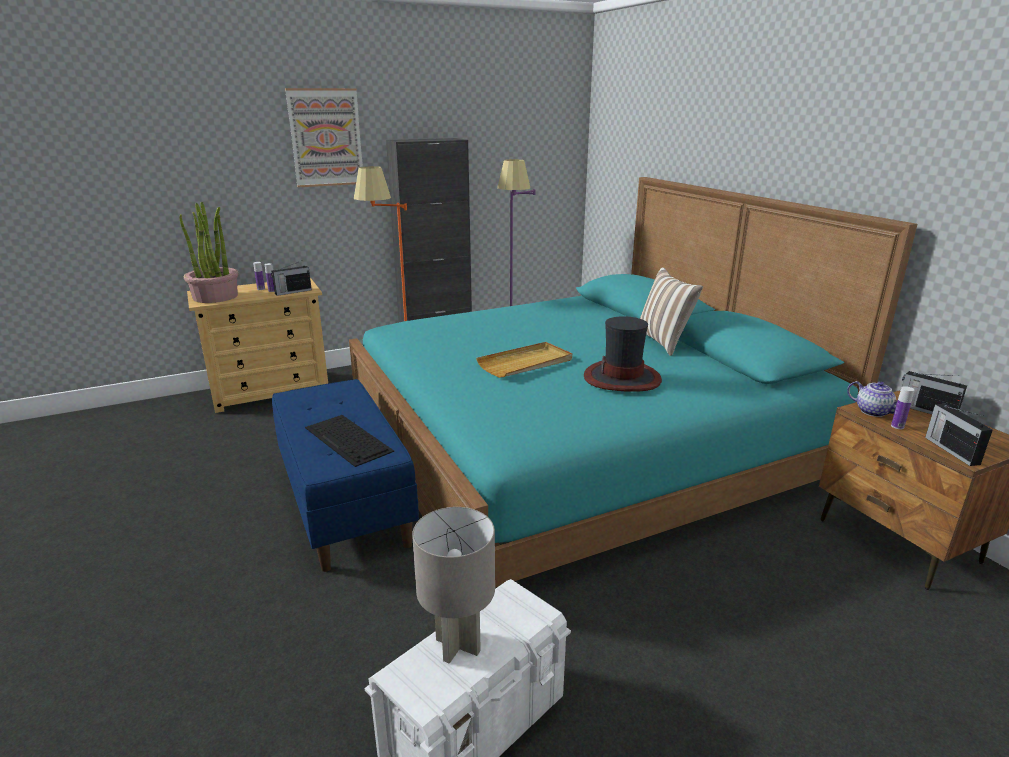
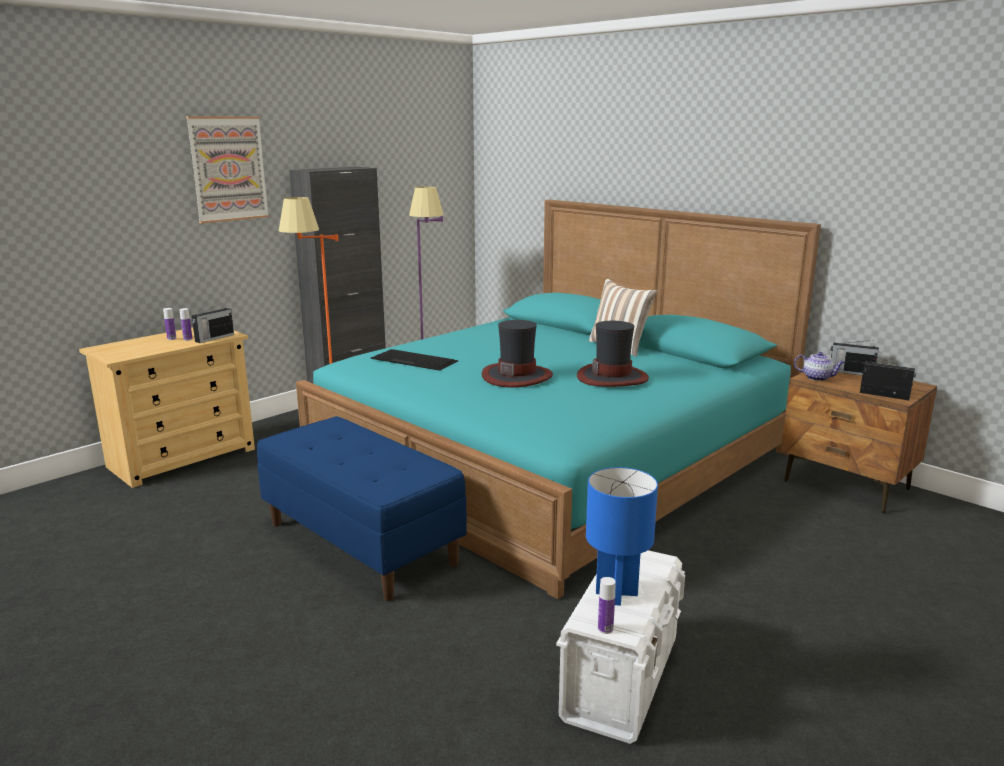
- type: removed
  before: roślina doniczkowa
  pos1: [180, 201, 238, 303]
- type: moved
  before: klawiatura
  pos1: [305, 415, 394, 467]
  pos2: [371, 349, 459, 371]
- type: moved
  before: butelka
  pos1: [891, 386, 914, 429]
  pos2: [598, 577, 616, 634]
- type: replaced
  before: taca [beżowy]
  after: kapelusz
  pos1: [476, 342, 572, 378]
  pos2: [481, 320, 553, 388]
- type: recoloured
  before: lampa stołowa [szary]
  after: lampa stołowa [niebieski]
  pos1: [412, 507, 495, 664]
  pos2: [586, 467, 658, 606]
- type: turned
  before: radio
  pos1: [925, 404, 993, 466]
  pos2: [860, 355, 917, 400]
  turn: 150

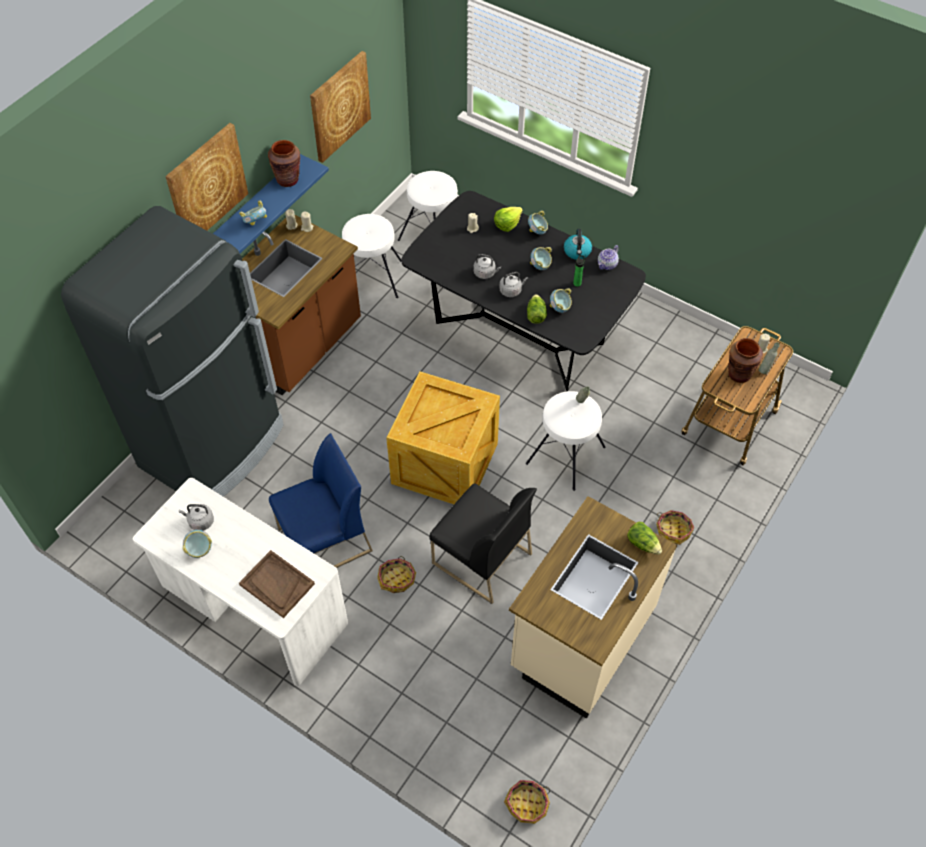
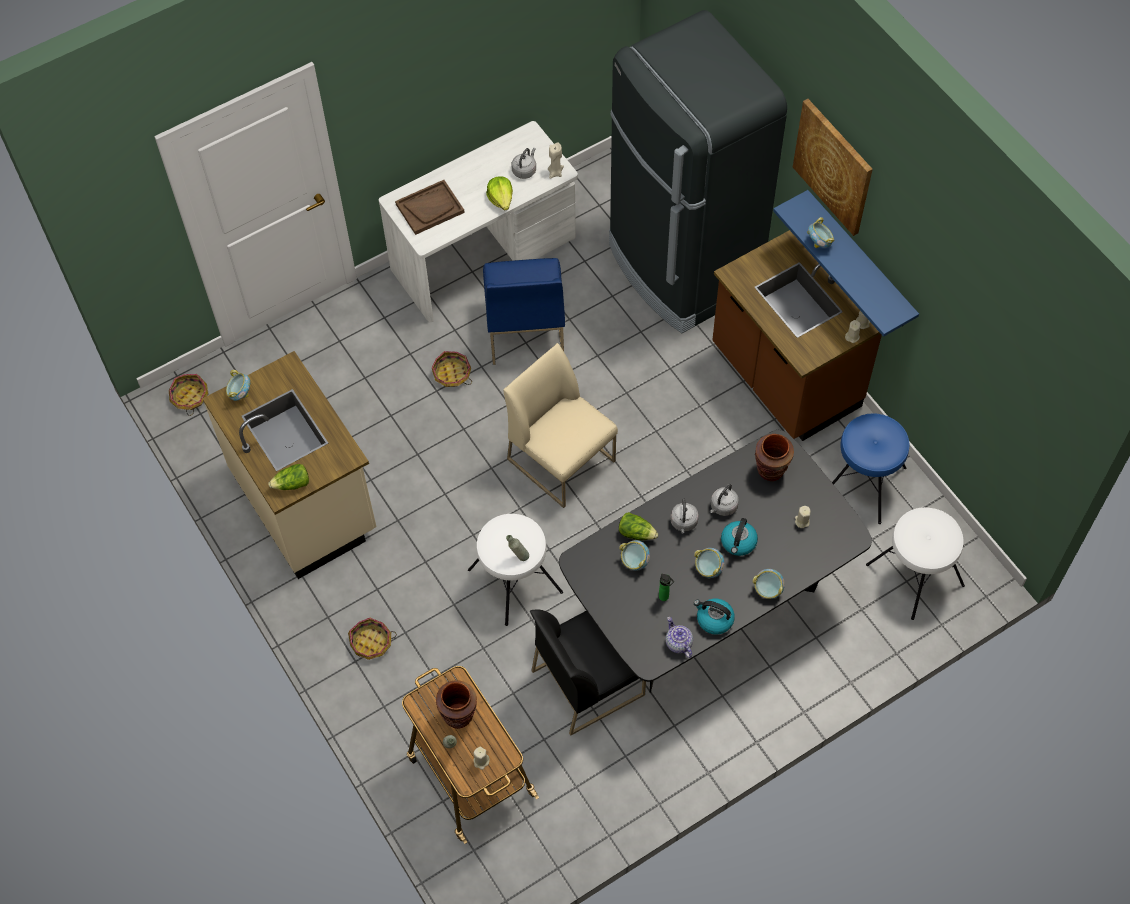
- type: removed
  before: obraz
  pos1: [310, 51, 371, 163]
- type: added
  after: świeca [beżowy]
  pos2: [548, 142, 564, 178]
- type: added
  after: czajnik
  pos2: [721, 518, 758, 556]
- type: moved
  before: miska
  pos1: [183, 530, 212, 558]
  pos2: [226, 370, 250, 401]
- type: moved
  before: wazon [brązowy]
  pos1: [268, 140, 300, 187]
  pos2: [755, 434, 794, 481]
- type: moved
  before: krzesło [czarny]
  pos1: [429, 483, 537, 604]
  pos2: [530, 610, 646, 736]
- type: moved
  before: sałata
  pos1: [494, 207, 523, 232]
  pos2: [486, 176, 513, 210]
- type: replaced
  before: skrzynka
  after: krzesło [beżowy]
  pos1: [386, 372, 500, 504]
  pos2: [503, 343, 618, 508]
- type: recoloured
  before: stołek [biały]
  after: stołek [niebieski]
  pos1: [342, 214, 402, 298]
  pos2: [832, 413, 909, 524]

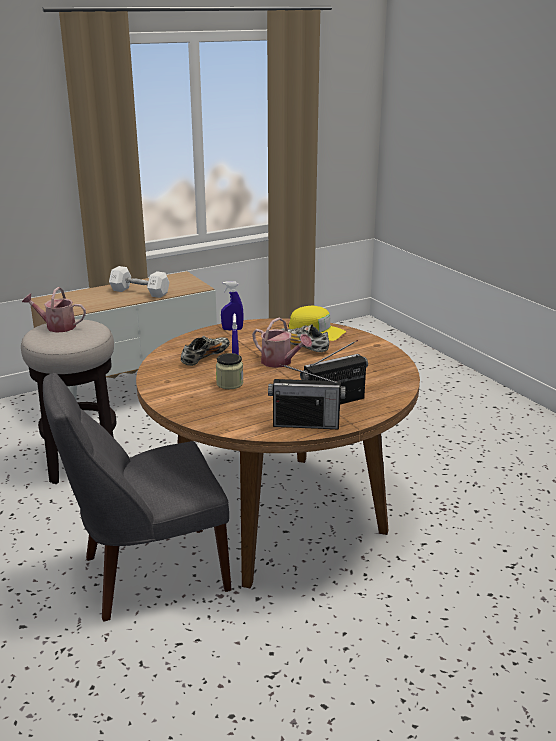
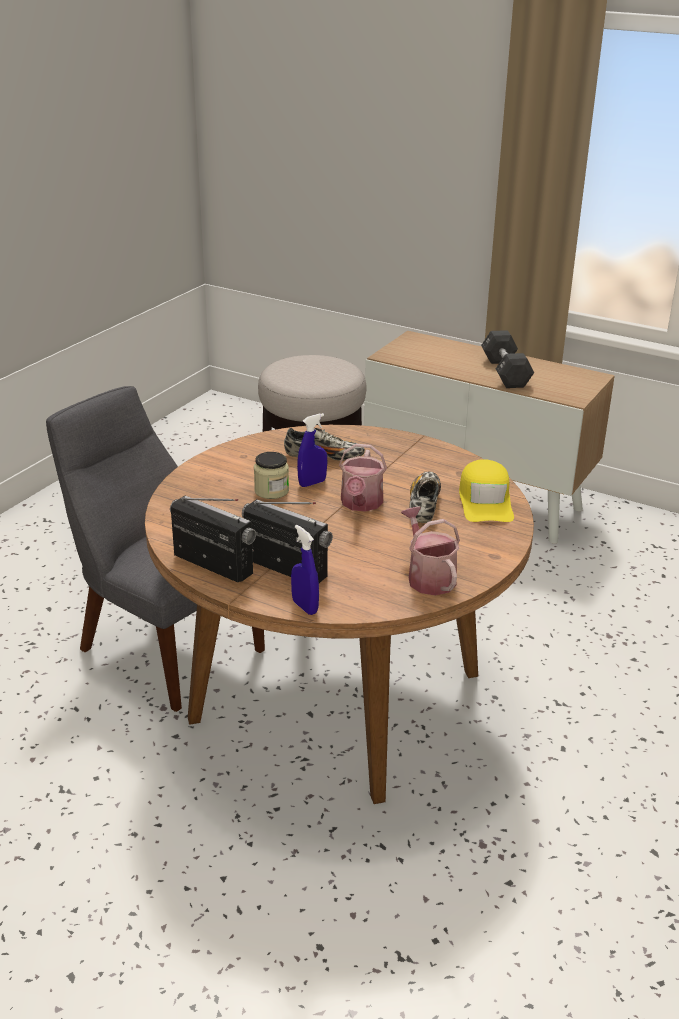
- type: moved
  before: konewka
  pos1: [22, 287, 86, 333]
  pos2: [401, 507, 460, 596]
- type: moved
  before: spryskiwacz [niebieski]
  pos1: [221, 281, 244, 330]
  pos2: [291, 525, 319, 615]
- type: recoloured
  before: hantel [biały]
  after: hantel [czarny]
  pos1: [109, 266, 169, 298]
  pos2: [481, 330, 534, 388]
- type: turned
  before: radio
  pos1: [268, 364, 346, 429]
  pos2: [170, 495, 256, 582]
  turn: 150

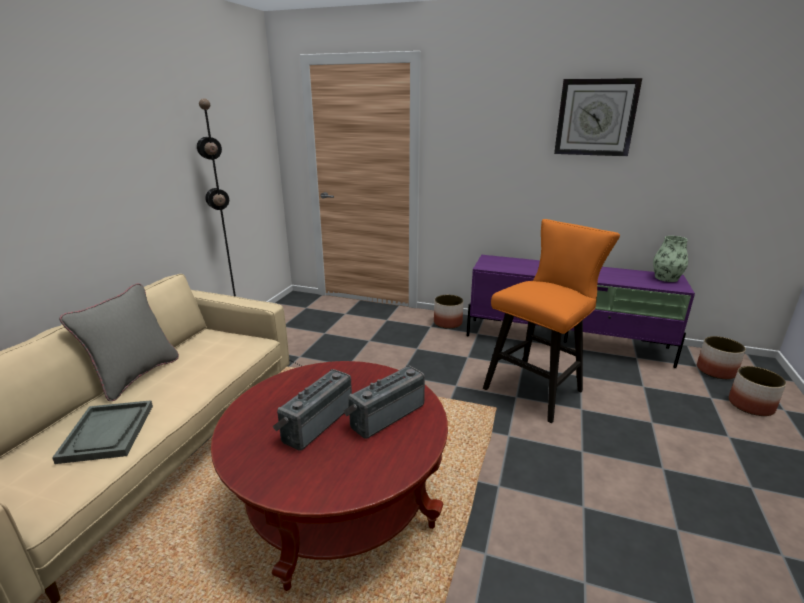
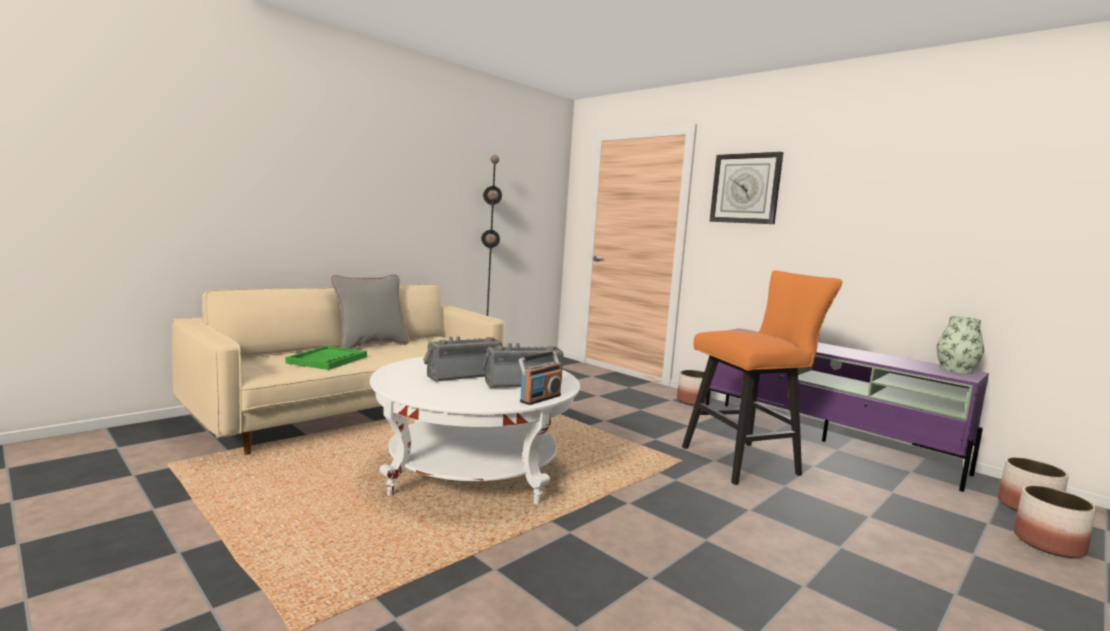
- type: added
  after: radio
  pos2: [519, 351, 562, 405]
- type: moved
  before: zegar ścienny
  pos1: [554, 78, 642, 156]
  pos2: [710, 152, 783, 224]
- type: recoloured
  before: taca [szary]
  after: taca [zielony]
  pos1: [52, 400, 153, 464]
  pos2: [286, 346, 367, 370]
- type: recoloured
  before: ława [czerwony]
  after: ława [biały]
  pos1: [211, 361, 448, 591]
  pos2: [370, 357, 580, 504]

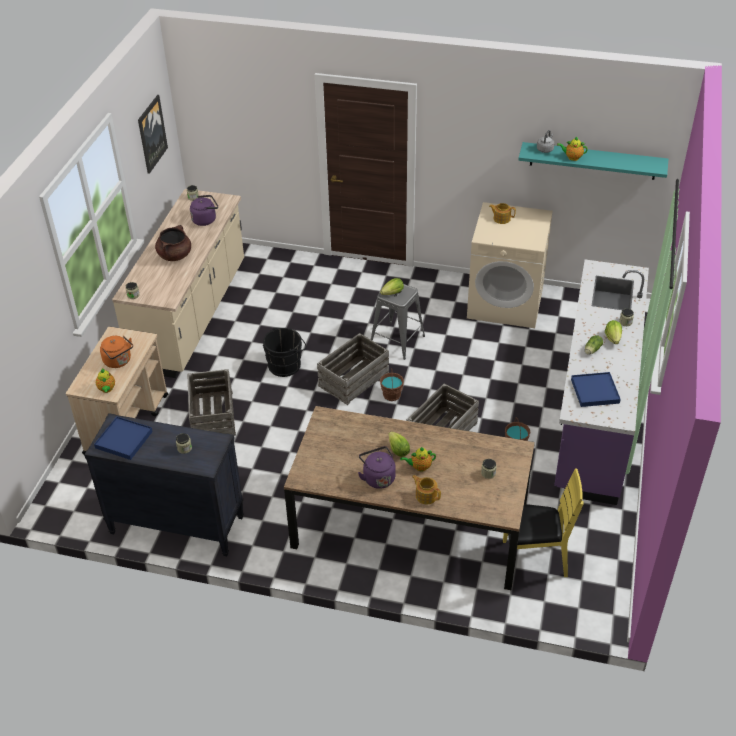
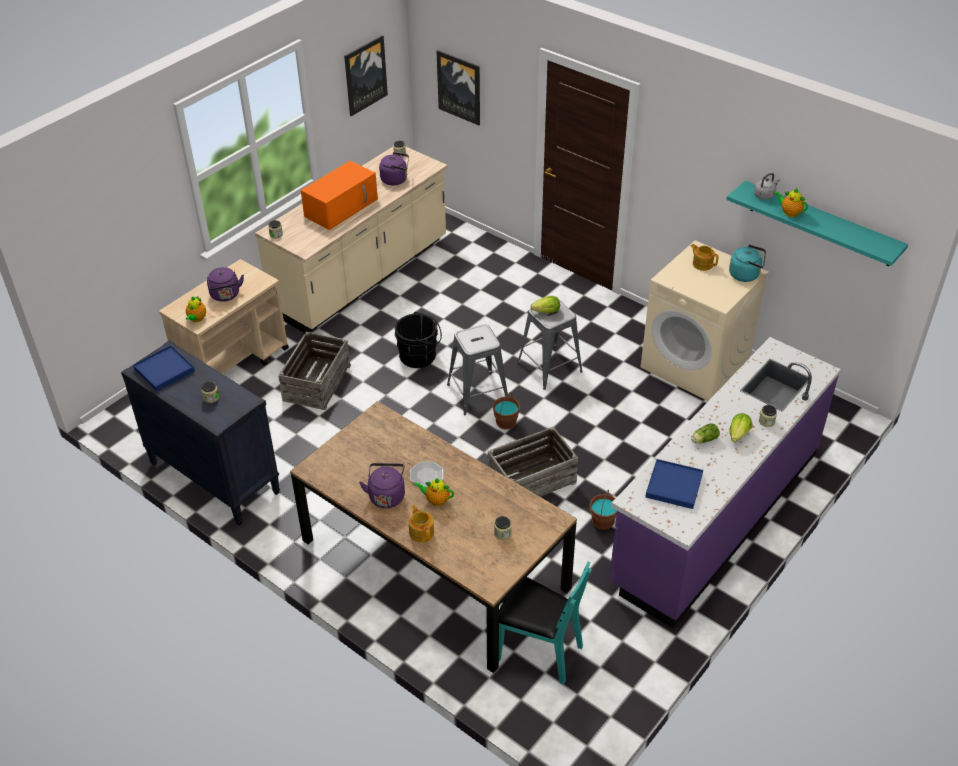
- type: added
  after: obraz
  pos2: [437, 50, 480, 125]
- type: added
  after: czajnik [turkusowy]
  pos2: [729, 245, 766, 282]
- type: replaced
  before: garnek [brązowy]
  after: mikrofalówka [pomarańczowy]
  pos1: [155, 225, 191, 261]
  pos2: [301, 161, 378, 230]
- type: replaced
  before: skrzynka
  after: stołek [szary]
  pos1: [317, 333, 389, 405]
  pos2: [447, 324, 508, 416]
- type: replaced
  before: sałata
  after: talerz
  pos1: [389, 431, 410, 457]
  pos2: [410, 462, 444, 487]
- type: recoloured
  before: czajnik [pomarańczowy]
  after: czajnik [fioletowy]
  pos1: [100, 336, 133, 368]
  pos2: [207, 267, 244, 302]
- type: recoloured
  before: krzesło [żółty]
  after: krzesło [turkusowy]
  pos1: [503, 468, 583, 577]
  pos2: [499, 562, 592, 684]

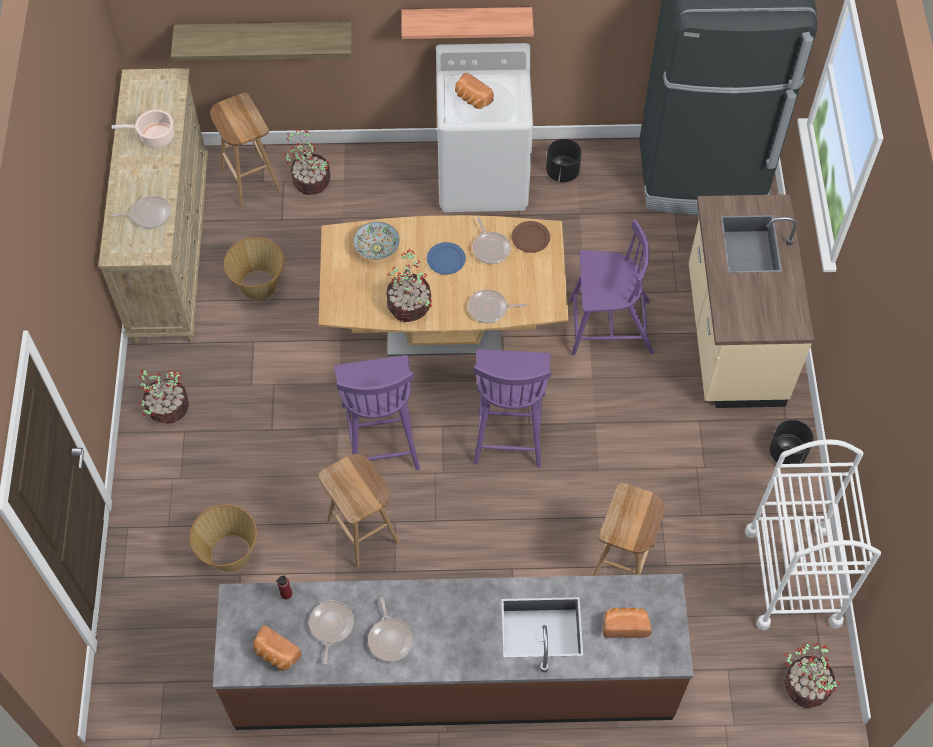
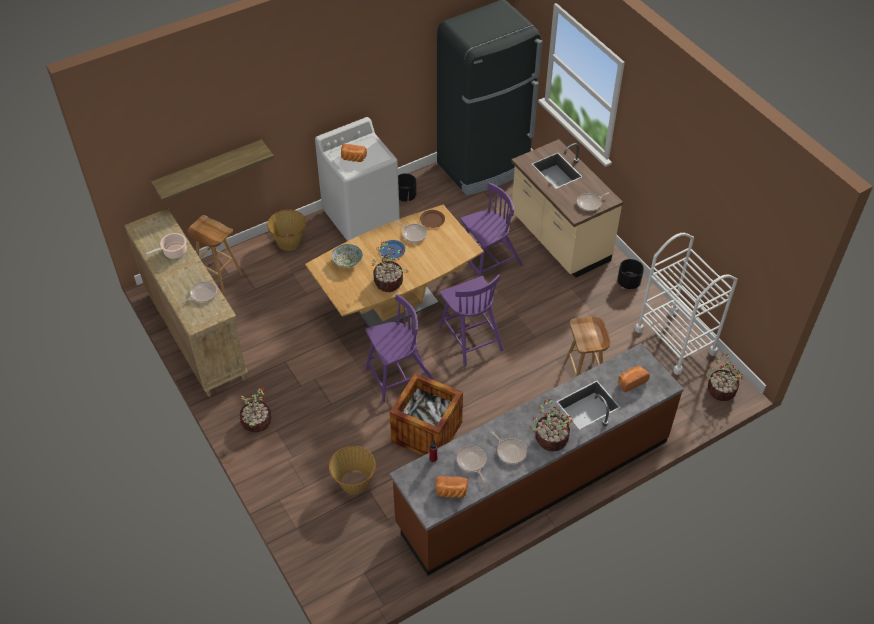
- type: removed
  before: półka
  pos1: [402, 7, 534, 39]
- type: moved
  before: koszyk
  pos1: [224, 237, 284, 300]
  pos2: [267, 210, 306, 251]
- type: moved
  before: roślina doniczkowa
  pos1: [283, 129, 330, 195]
  pos2: [529, 399, 573, 451]
- type: moved
  before: patelnia
  pos1: [468, 289, 527, 323]
  pos2: [577, 192, 610, 211]
- type: replaced
  before: stołek [brązowy]
  after: skrzynka
  pos1: [318, 454, 399, 568]
  pos2: [390, 373, 463, 456]
- type: turned
  before: krzesło [fioletowy]
  pos1: [334, 355, 420, 470]
  pos2: [365, 294, 434, 403]
  turn: -75

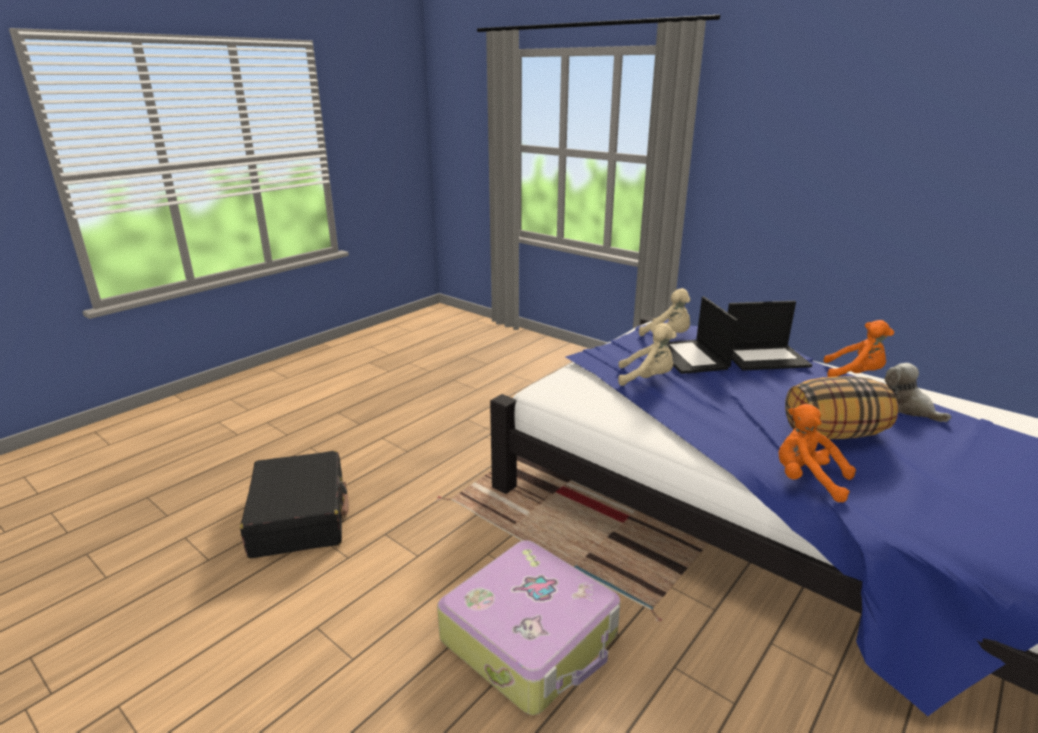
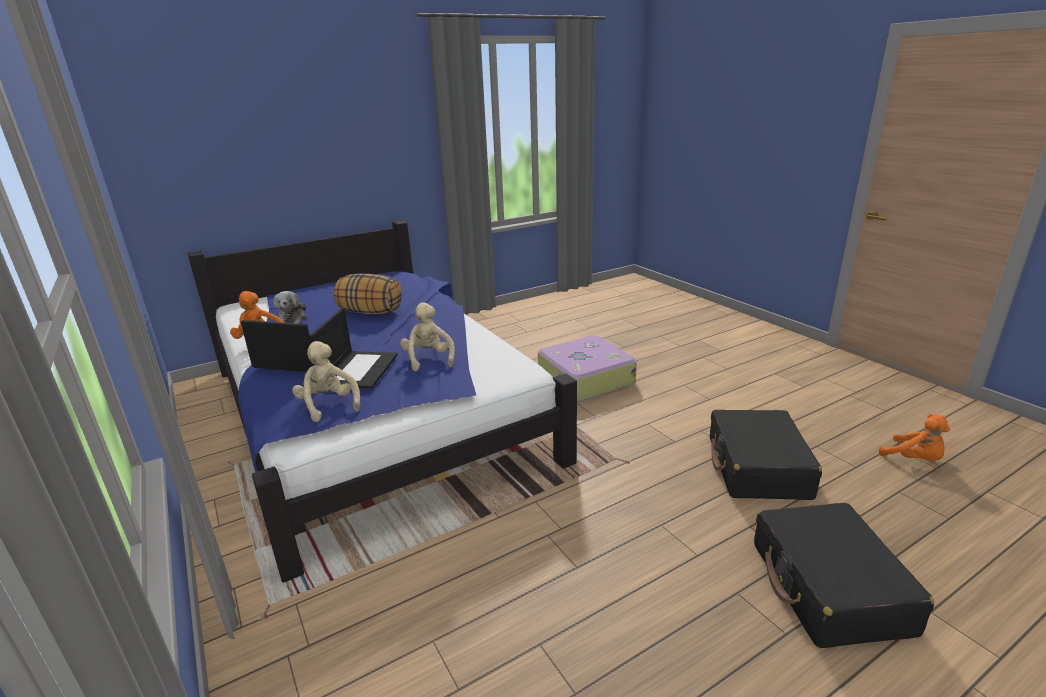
- type: added
  after: walizka [czarny]
  pos2: [754, 503, 934, 648]
- type: moved
  before: pluszak [pomarańczowy]
  pos1: [779, 404, 856, 502]
  pos2: [879, 414, 950, 461]
- type: turned
  before: pluszak [beżowy]
  pos1: [618, 323, 677, 386]
  pos2: [400, 303, 455, 371]
  turn: 45

